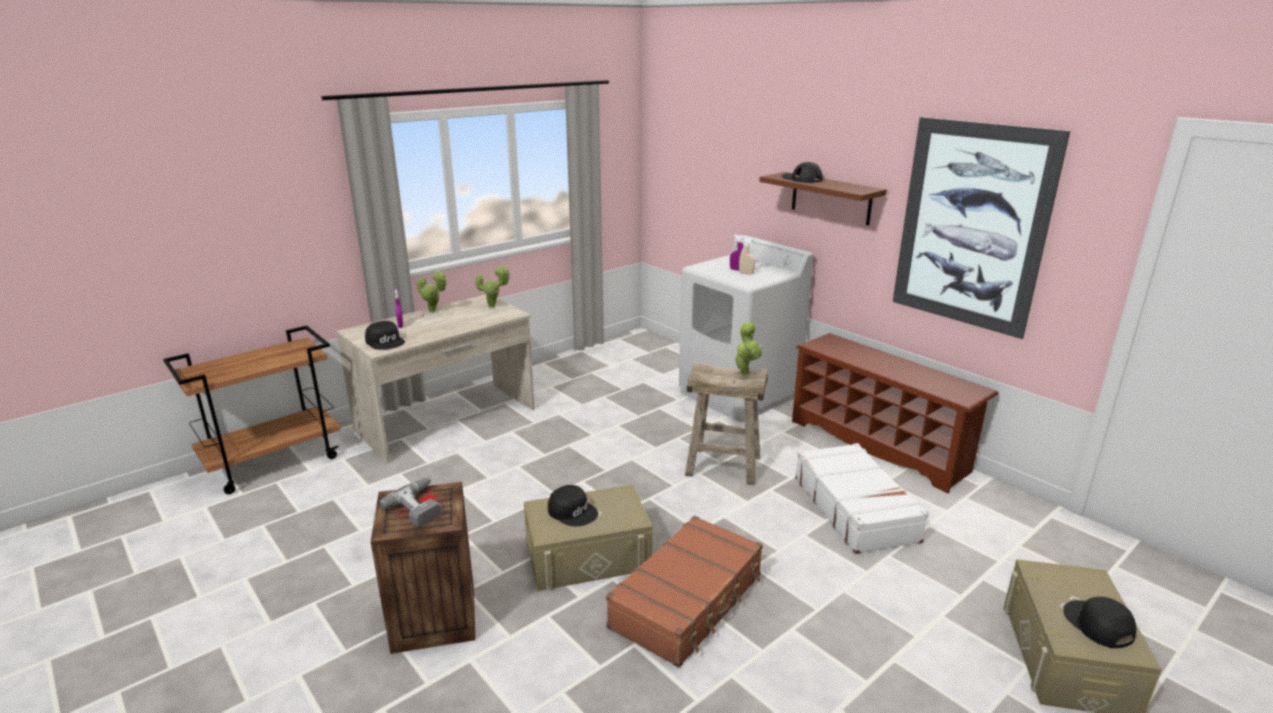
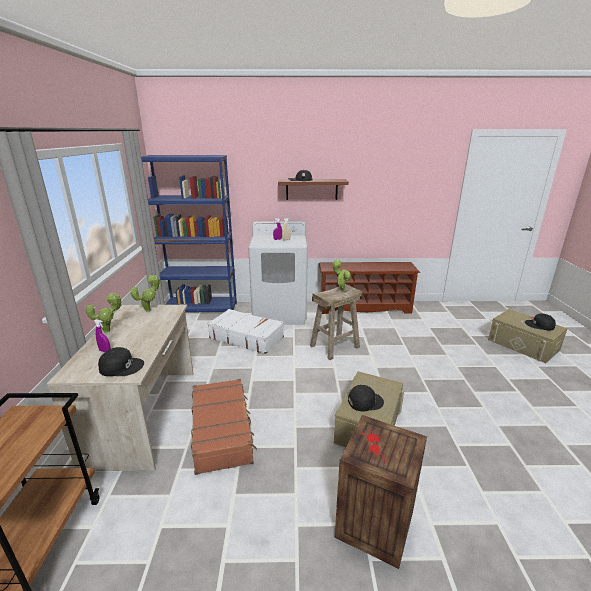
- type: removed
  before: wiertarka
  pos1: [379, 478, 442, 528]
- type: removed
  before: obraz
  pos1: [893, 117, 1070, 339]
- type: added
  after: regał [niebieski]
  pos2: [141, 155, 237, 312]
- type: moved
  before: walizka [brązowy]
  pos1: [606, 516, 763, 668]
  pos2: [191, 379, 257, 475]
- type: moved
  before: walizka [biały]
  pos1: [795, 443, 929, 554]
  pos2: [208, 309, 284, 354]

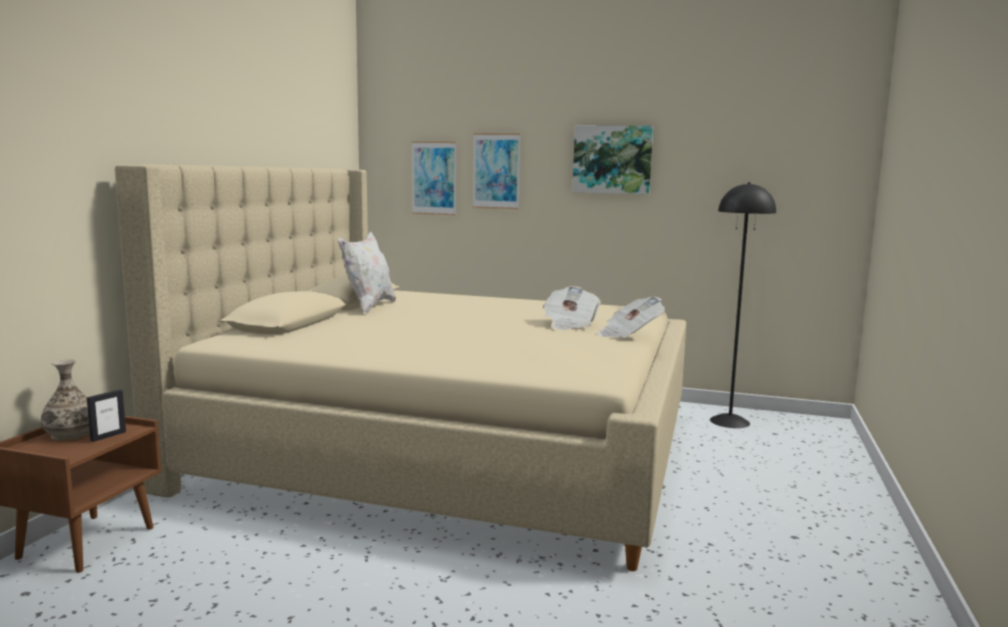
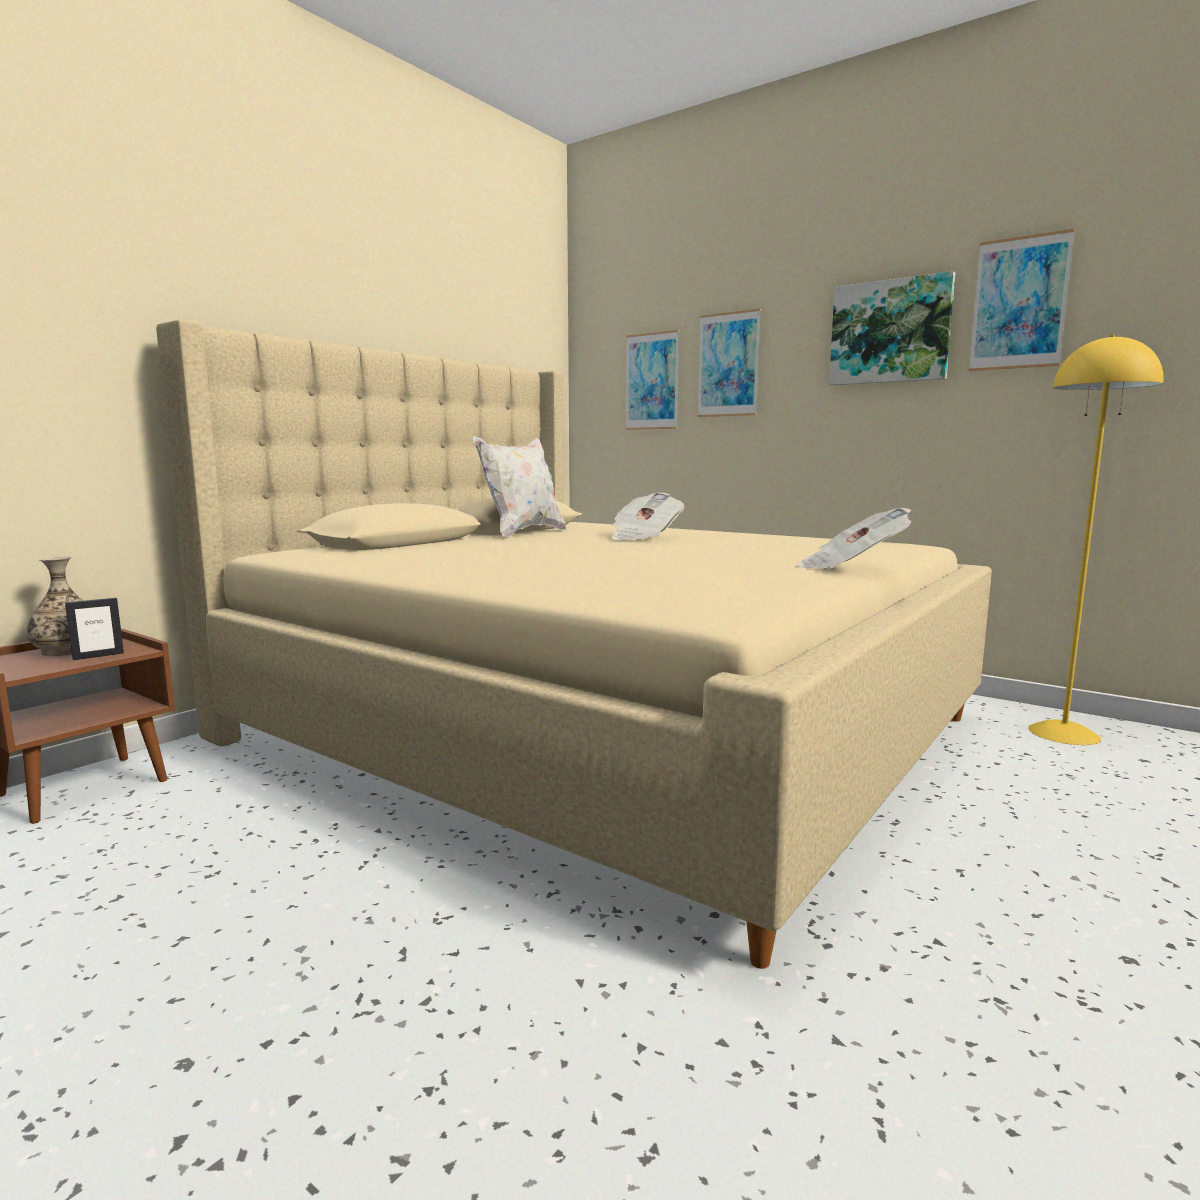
- type: added
  after: obraz
  pos2: [969, 229, 1075, 371]
- type: moved
  before: gazeta
  pos1: [543, 286, 601, 330]
  pos2: [612, 493, 684, 541]
- type: recoloured
  before: lampa stojąca [czarny]
  after: lampa stojąca [żółty]
  pos1: [710, 182, 776, 428]
  pos2: [1028, 334, 1163, 745]

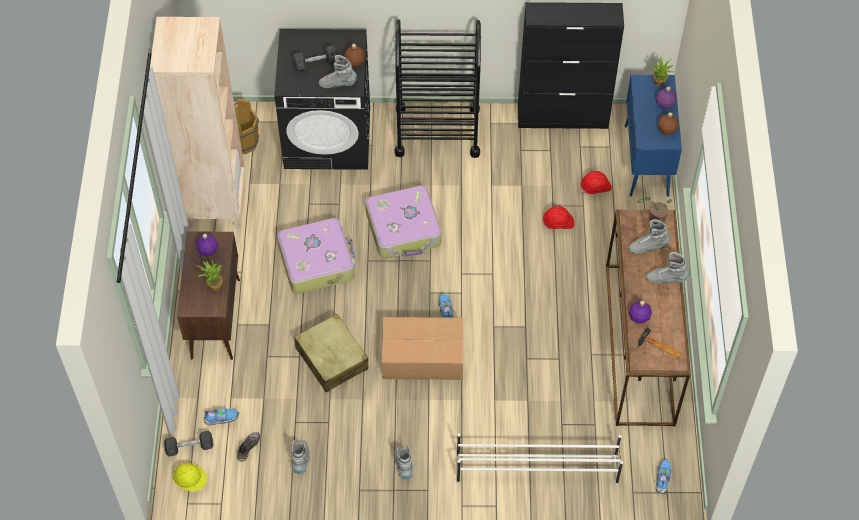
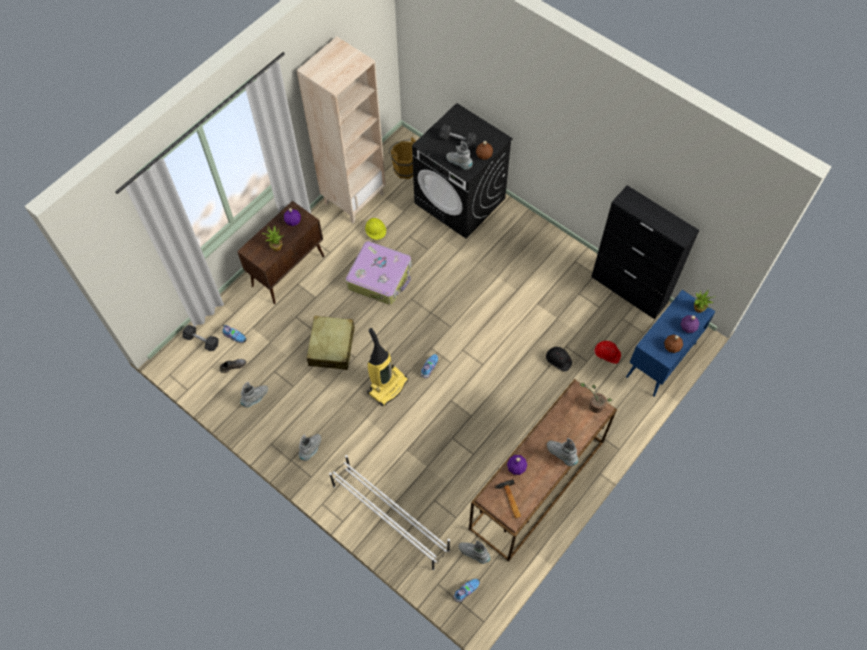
- type: removed
  before: walizka
  pos1: [365, 185, 442, 259]
- type: removed
  before: wózek [czarny]
  pos1: [395, 19, 481, 158]
- type: moved
  before: kask [żółty]
  pos1: [173, 463, 207, 492]
  pos2: [365, 218, 386, 240]
- type: moved
  before: but z cholewką [szary]
  pos1: [628, 219, 671, 254]
  pos2: [458, 540, 490, 564]
- type: replaced
  before: karton
  after: odkurzacz
  pos1: [382, 317, 463, 380]
  pos2: [367, 328, 409, 406]
- type: recoloured
  before: kask [czerwony]
  after: kask [czarny]
  pos1: [542, 206, 574, 230]
  pos2: [546, 347, 572, 371]

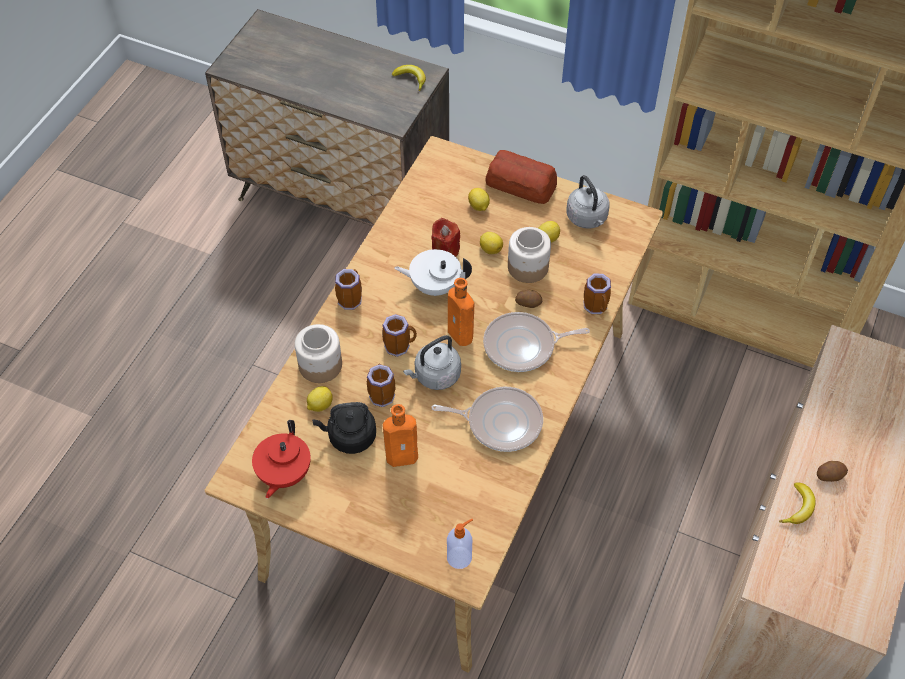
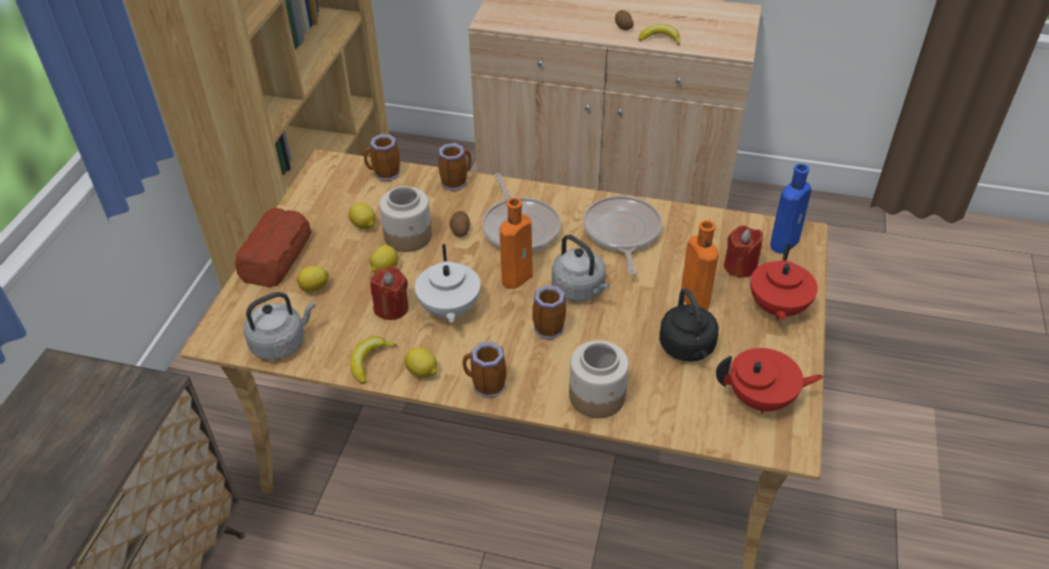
- type: added
  after: świeca [czerwony]
  pos2: [724, 226, 763, 278]
- type: added
  after: imbryk [czerwony]
  pos2: [750, 243, 818, 321]
- type: moved
  before: cytryna
  pos1: [307, 386, 333, 412]
  pos2: [405, 347, 437, 378]
- type: moved
  before: kubek
  pos1: [367, 363, 396, 407]
  pos2: [364, 134, 400, 181]
- type: moved
  before: banan
  pos1: [392, 65, 426, 91]
  pos2: [350, 336, 397, 384]
- type: moved
  before: czajnik [szary]
  pos1: [566, 175, 610, 229]
  pos2: [243, 292, 315, 360]
- type: replaced
  before: dozownik mydła
  after: butelka [niebieski]
  pos1: [447, 519, 473, 569]
  pos2: [770, 164, 812, 253]

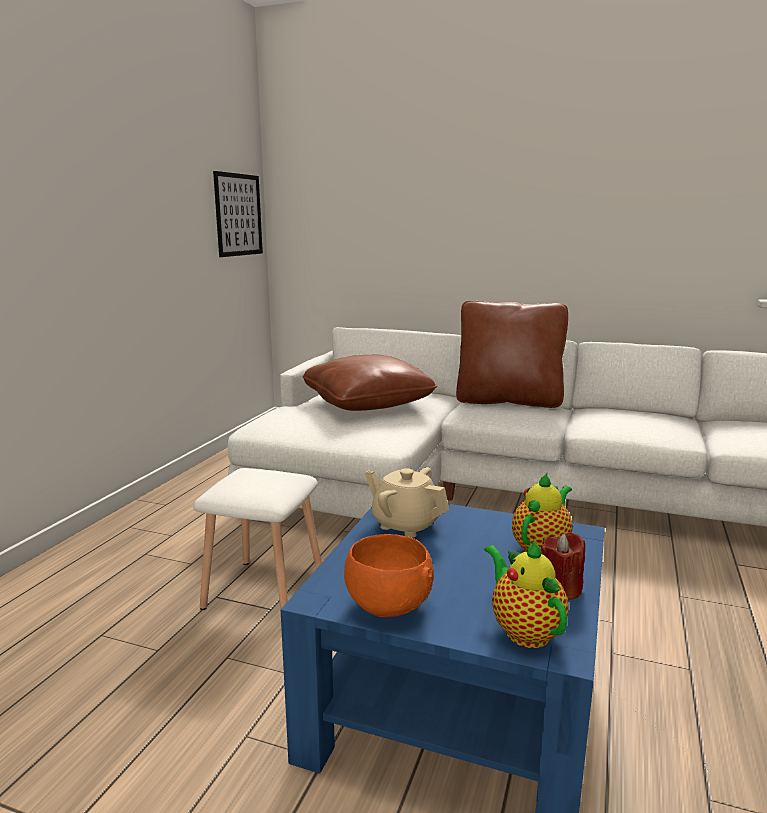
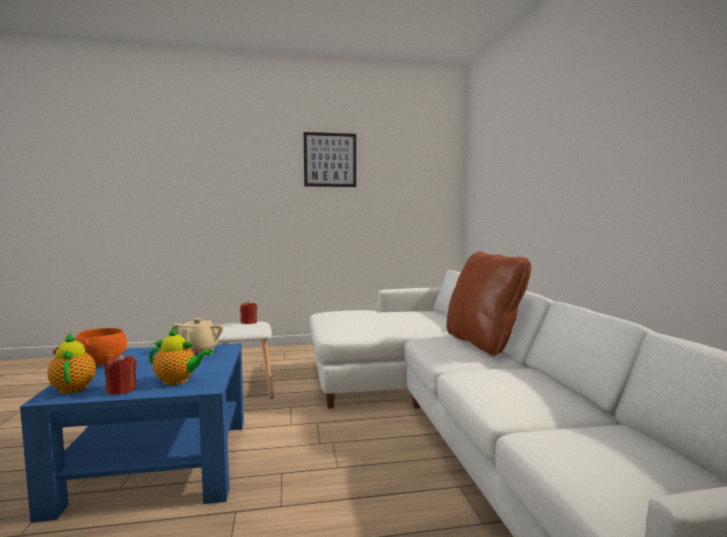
- type: removed
  before: poduszka [brązowy]
  pos1: [303, 354, 438, 411]
- type: added
  after: świeca [czerwony]
  pos2: [240, 300, 257, 324]
- type: moved
  before: obraz
  pos1: [213, 171, 263, 257]
  pos2: [304, 132, 356, 187]
- type: turned
  before: imbryk
  pos1: [484, 539, 569, 648]
  pos2: [47, 333, 96, 394]
  turn: -60

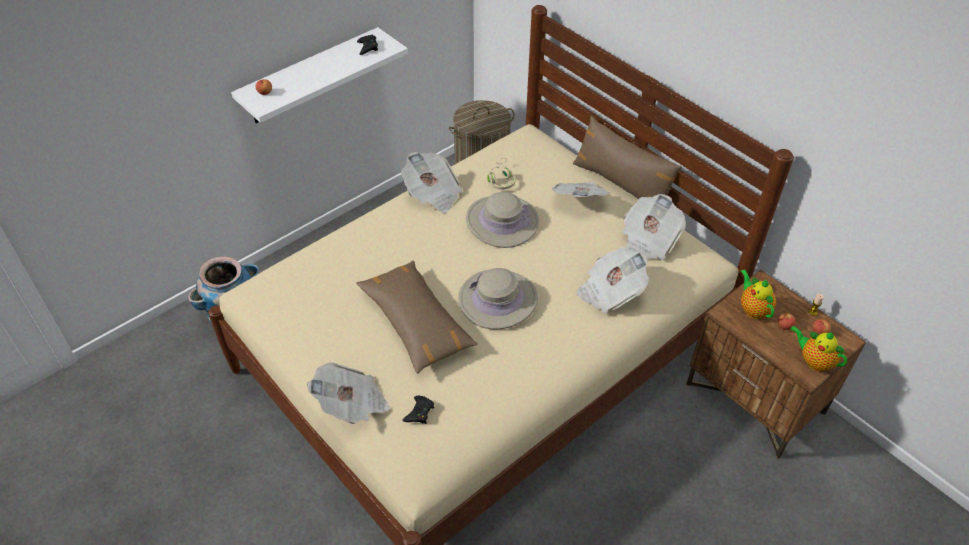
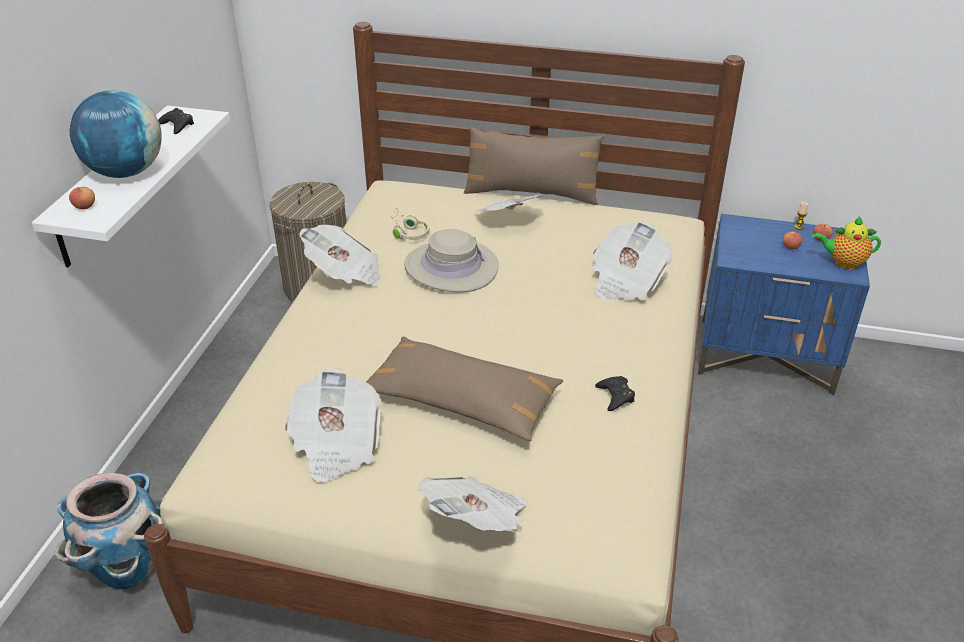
- type: removed
  before: kapelusz [beżowy]
  pos1: [458, 268, 538, 330]
- type: removed
  before: imbryk
  pos1: [741, 269, 776, 319]
- type: added
  after: globus
  pos2: [70, 90, 162, 178]
- type: moved
  before: pad do gier [czarny]
  pos1: [403, 396, 434, 424]
  pos2: [595, 376, 635, 411]
- type: moved
  before: gazeta
  pos1: [622, 194, 686, 260]
  pos2: [285, 368, 382, 483]
- type: recoloured
  before: szafka nocna [brązowy]
  after: szafka nocna [niebieski]
  pos1: [686, 270, 866, 459]
  pos2: [698, 214, 870, 395]

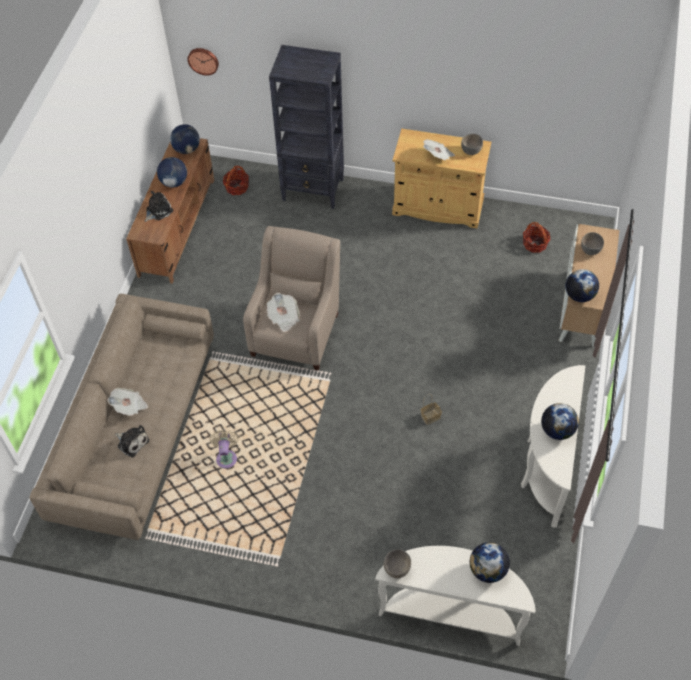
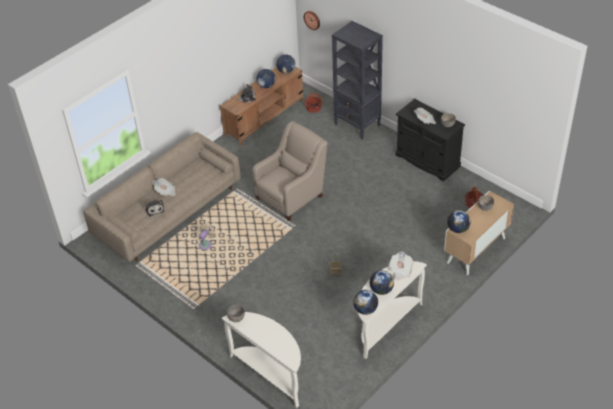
- type: moved
  before: gazeta
  pos1: [267, 293, 300, 332]
  pos2: [389, 252, 414, 280]
- type: moved
  before: globus
  pos1: [470, 542, 510, 583]
  pos2: [353, 290, 378, 315]
- type: recoloured
  before: szafka [beżowy]
  after: szafka [czarny]
  pos1: [392, 128, 491, 228]
  pos2: [395, 99, 465, 182]

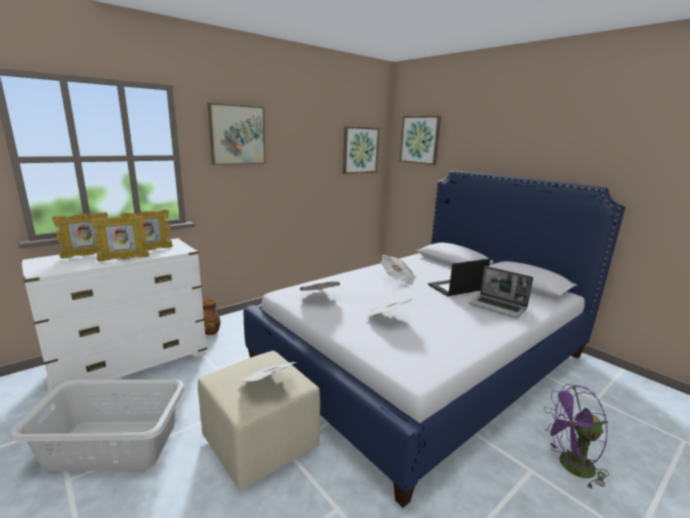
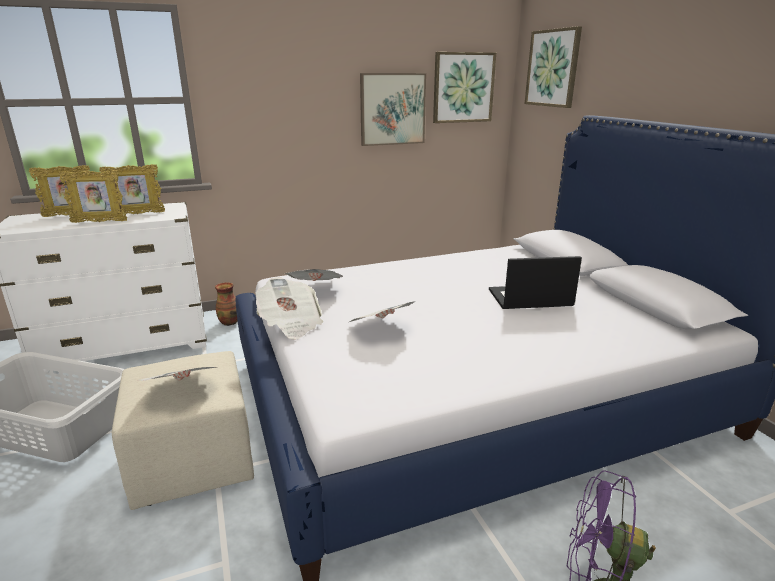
- type: removed
  before: laptop
  pos1: [469, 266, 533, 318]
- type: moved
  before: obraz
  pos1: [208, 103, 266, 165]
  pos2: [360, 73, 426, 146]
- type: moved
  before: gazeta
  pos1: [381, 255, 416, 286]
  pos2: [256, 277, 323, 340]

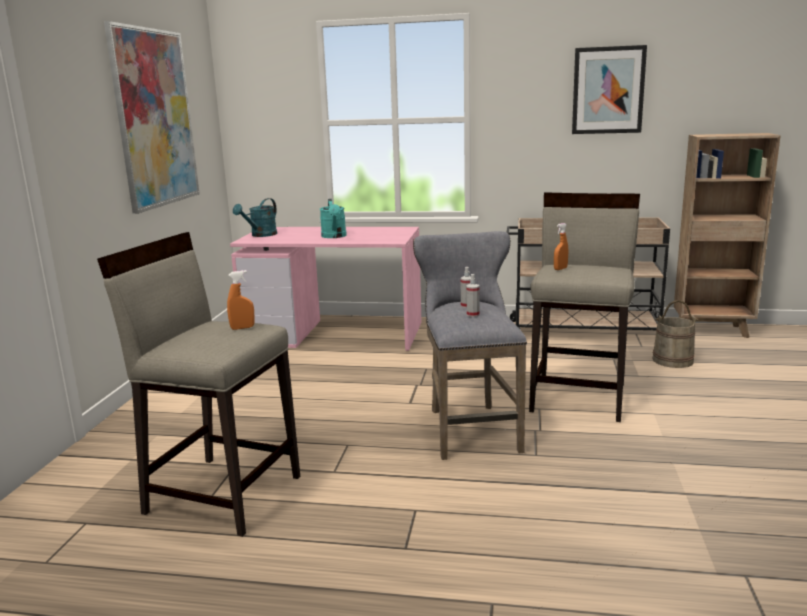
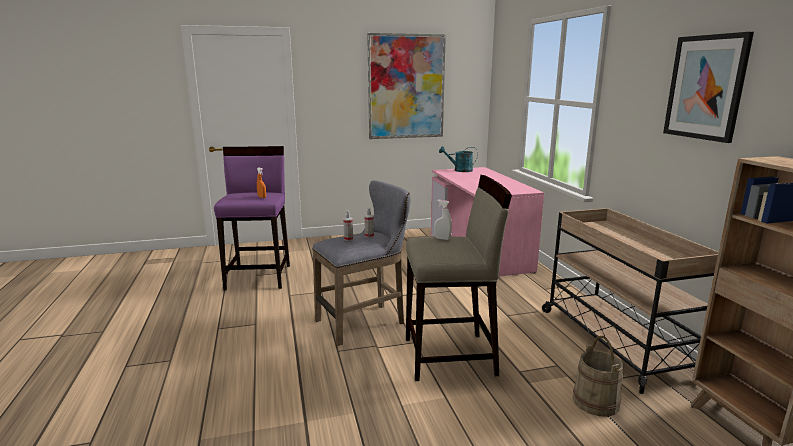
- type: removed
  before: konewka [turkusowy]
  pos1: [320, 199, 347, 238]
- type: recoloured
  before: stołek [beżowy]
  after: stołek [fioletowy]
  pos1: [97, 232, 300, 537]
  pos2: [214, 146, 290, 290]
- type: recoloured
  before: spryskiwacz [pomarańczowy]
  after: spryskiwacz [biały]
  pos1: [554, 223, 568, 270]
  pos2: [434, 200, 452, 240]

